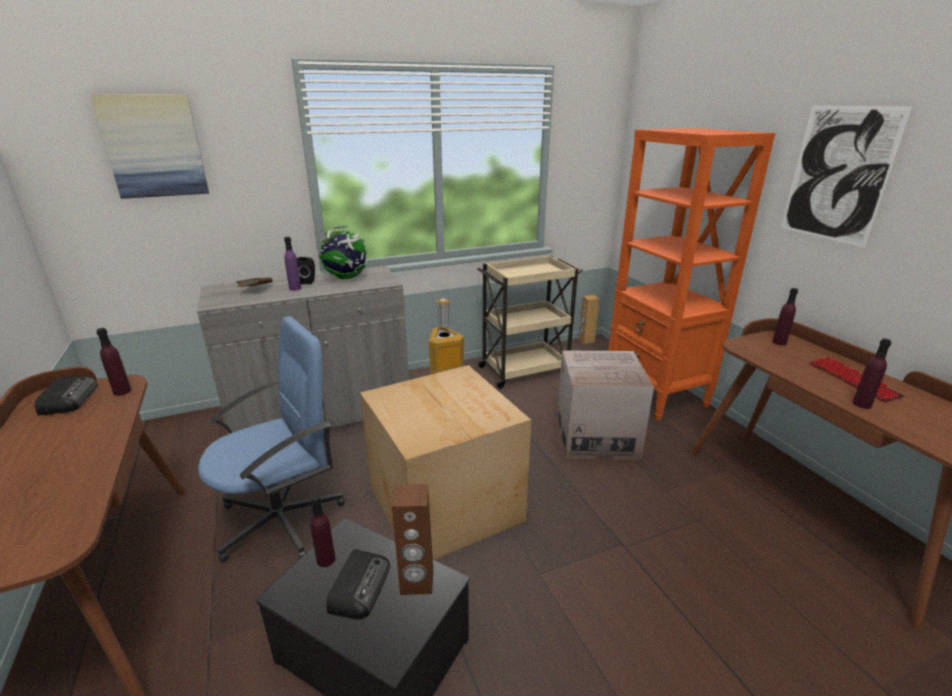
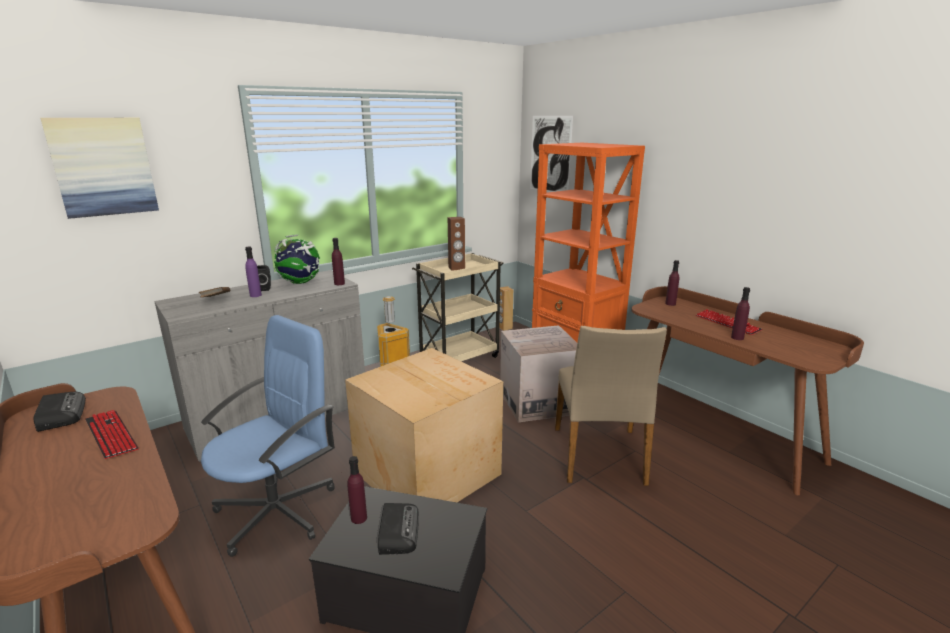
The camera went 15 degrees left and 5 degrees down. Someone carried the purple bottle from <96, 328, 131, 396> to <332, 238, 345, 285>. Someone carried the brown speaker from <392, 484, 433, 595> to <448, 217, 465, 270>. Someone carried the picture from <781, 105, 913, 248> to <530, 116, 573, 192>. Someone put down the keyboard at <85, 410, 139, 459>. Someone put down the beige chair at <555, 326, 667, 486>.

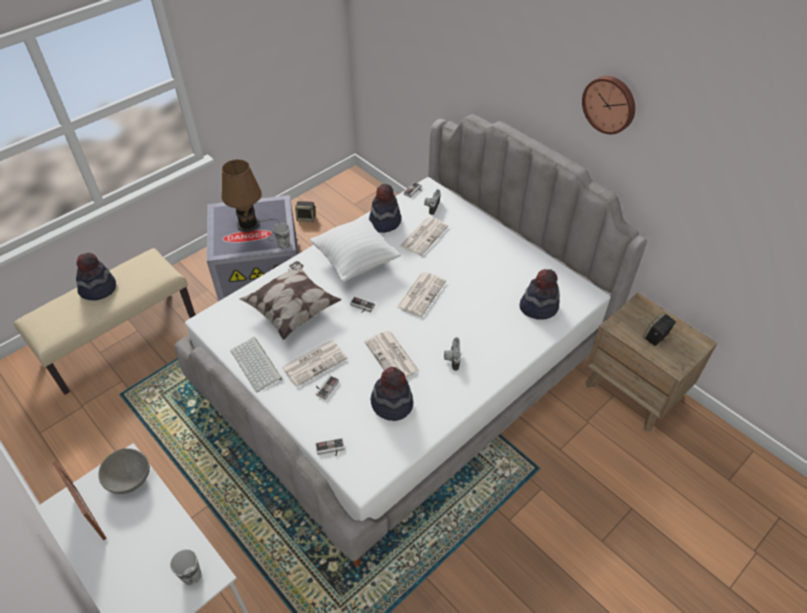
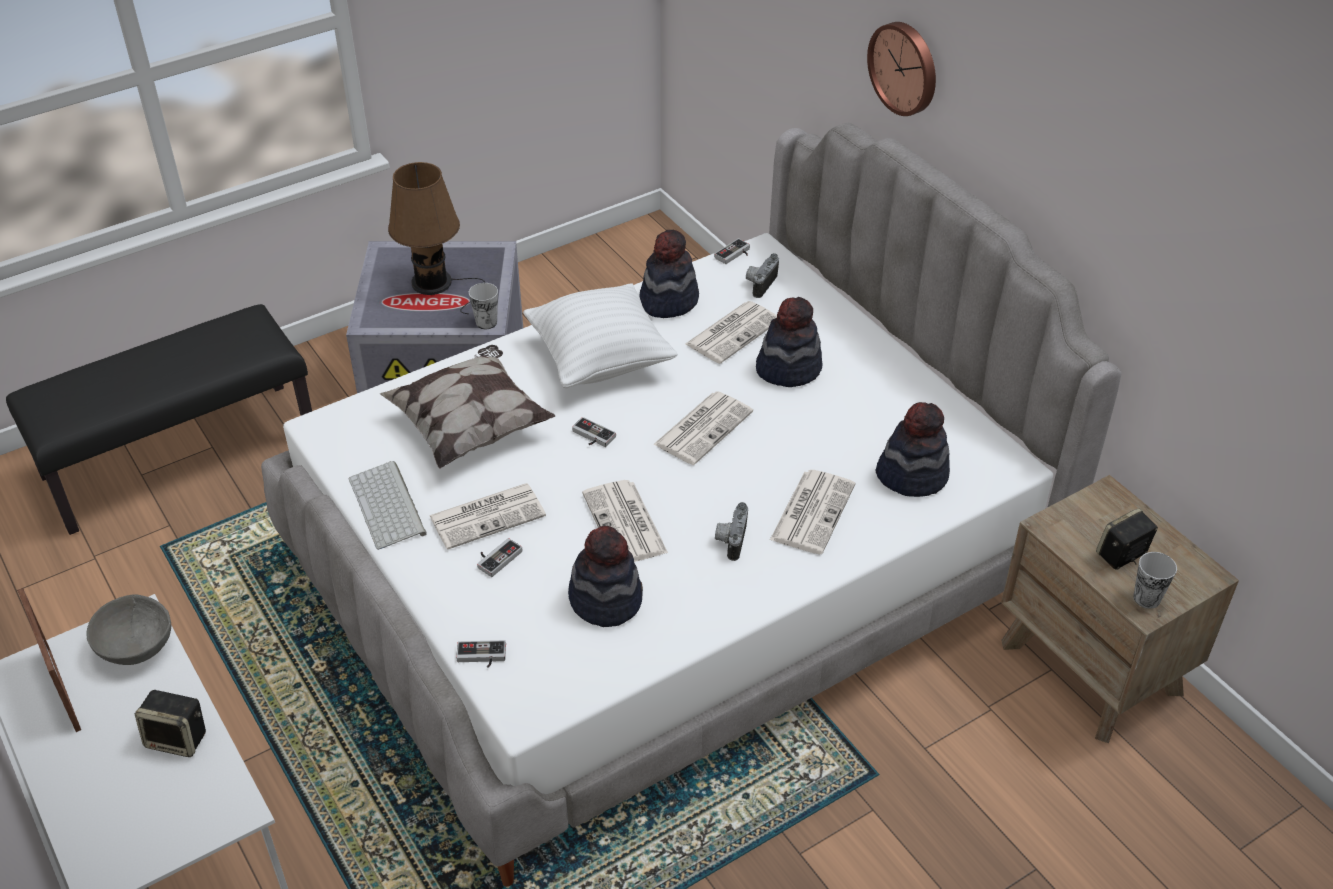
The camera went 10 degrees right and 5 degrees down. Someone repainted the beige bench at <14, 248, 195, 395>, which became the black bench at <6, 304, 312, 535>. Someone carried the hat from <76, 253, 116, 300> to <756, 297, 822, 387>. Someone carried the cup from <170, 549, 201, 585> to <1134, 552, 1177, 609>. Someone carried the speaker from <295, 201, 316, 222> to <135, 690, 206, 757>. Someone carried the wall clock from <582, 76, 635, 134> to <867, 22, 936, 116>. Someone put down the newspaper at <770, 470, 855, 554>.

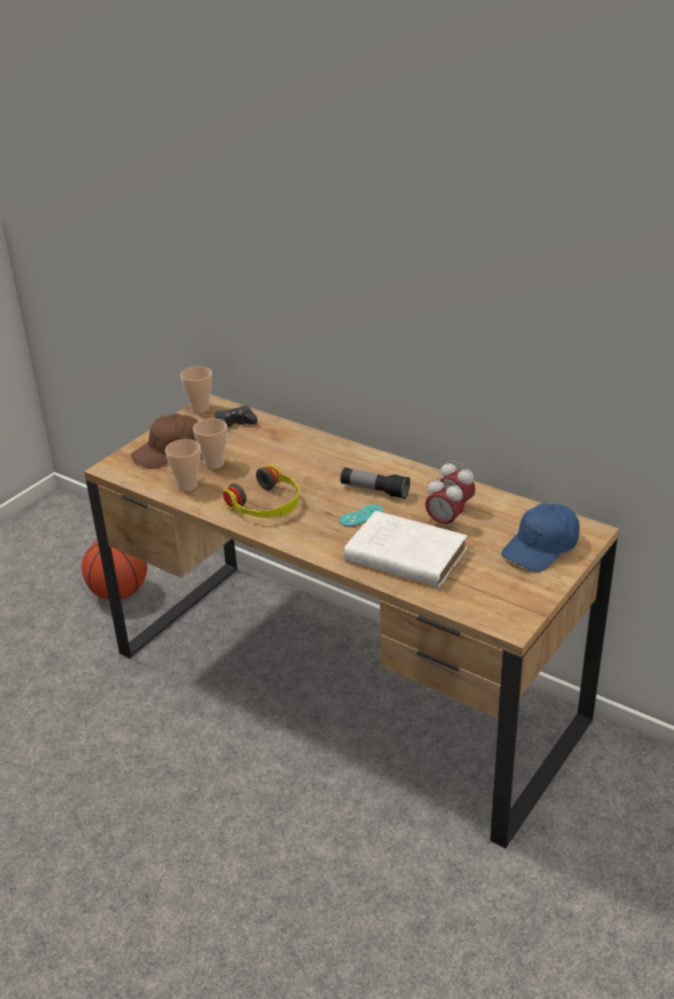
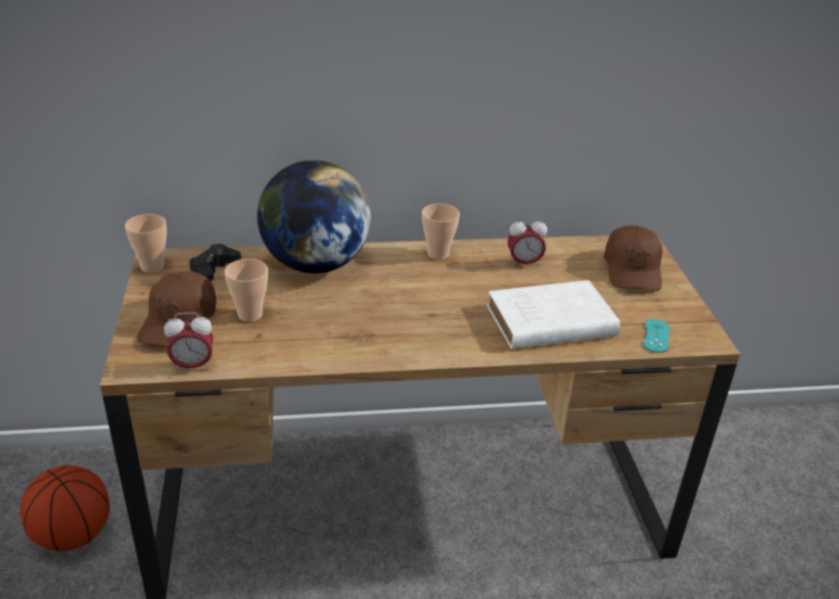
The camera went 45 degrees left and 0 degrees up. Someone carried the cup from <165, 439, 201, 491> to <422, 204, 460, 260>. Someone took away the headphones at <223, 465, 300, 518>. Someone took away the flashlight at <340, 467, 410, 499>. Someone carried the turquoise game controller from <340, 504, 384, 527> to <643, 319, 669, 353>. Someone carried the alarm clock from <425, 477, 464, 530> to <164, 312, 213, 372>. Someone repainted the blue cap at <501, 503, 580, 572>, which became the brown cap at <604, 225, 663, 291>. Someone put down the globe at <257, 160, 371, 273>.

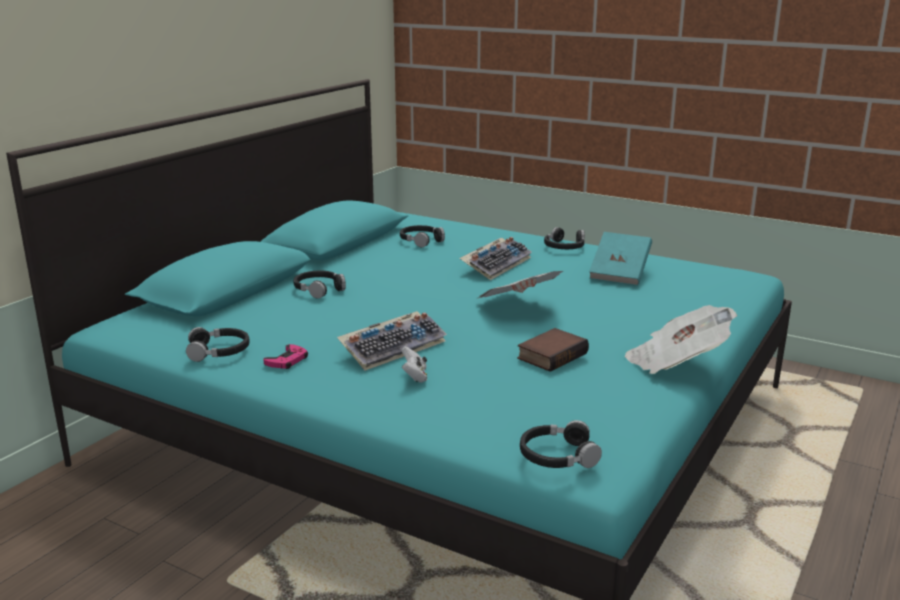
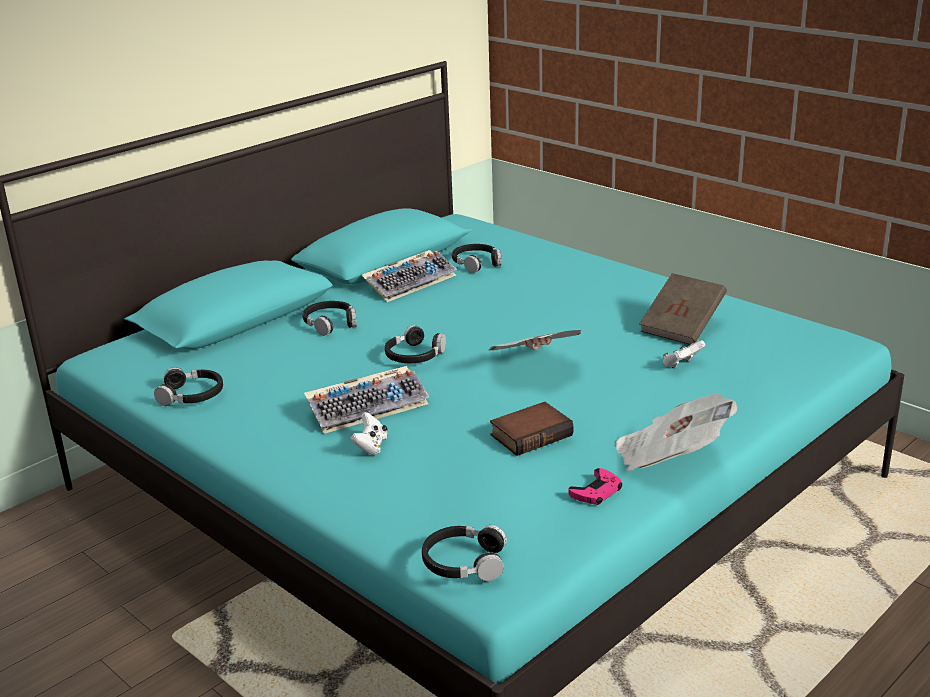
The camera went 15 degrees right and 5 degrees up. Someone carried the pink game controller from <263, 344, 308, 369> to <569, 468, 622, 505>. Someone carried the keyboard from <459, 237, 532, 280> to <362, 250, 457, 302>. Someone carried the black headphones from <544, 227, 585, 249> to <385, 325, 446, 363>. Someone repainted the turquoise book at <589, 232, 652, 286>, which became the brown book at <639, 273, 727, 345>. Someone put down the white game controller at <663, 340, 705, 368>.

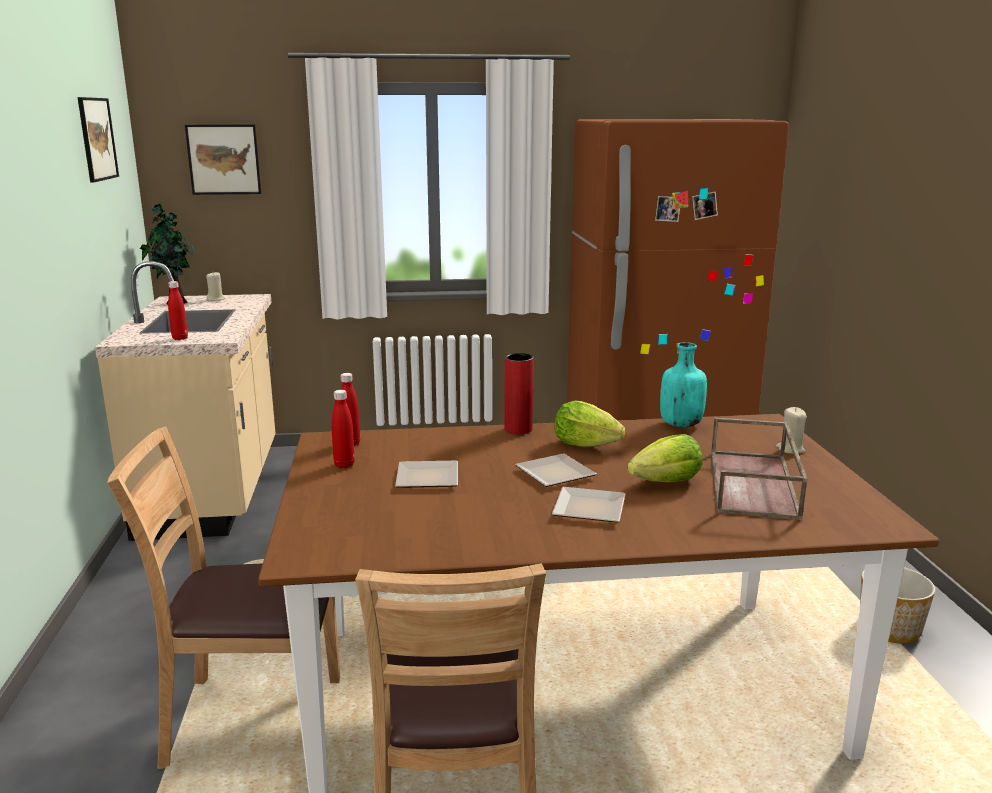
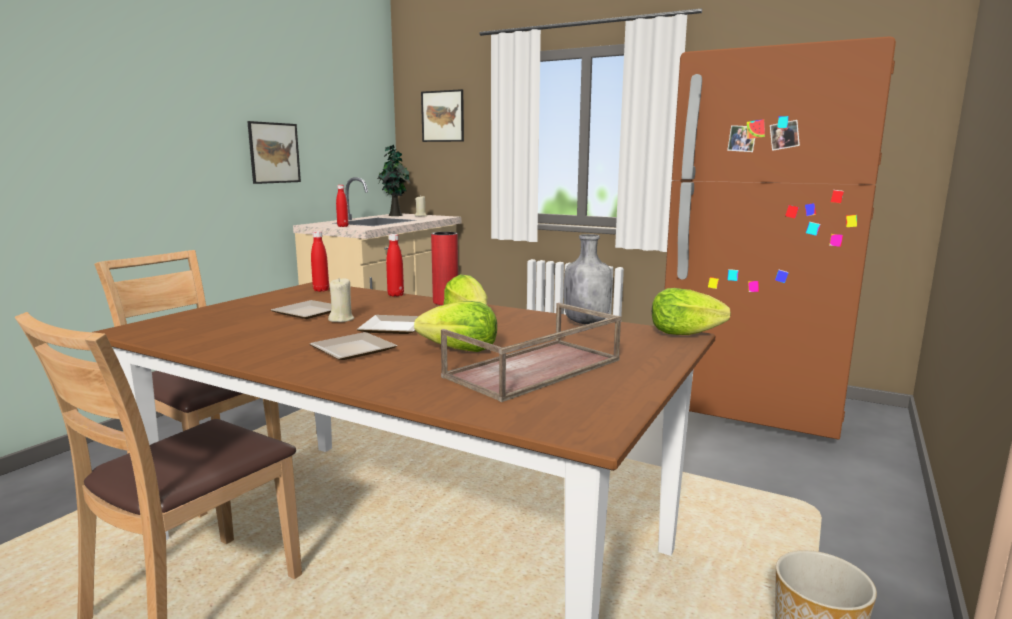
The camera went 35 degrees right and 5 degrees down. Someone carried the picture from <77, 97, 119, 183> to <247, 121, 301, 184>. Someone carried the red bottle from <331, 390, 355, 468> to <386, 234, 404, 297>. Someone repainted the turquoise bottle at <660, 342, 707, 427>, which became the grey bottle at <564, 234, 612, 324>. Someone carried the beige candle from <776, 407, 807, 454> to <328, 277, 354, 322>. Someone put down the lettuce at <652, 288, 731, 335>.

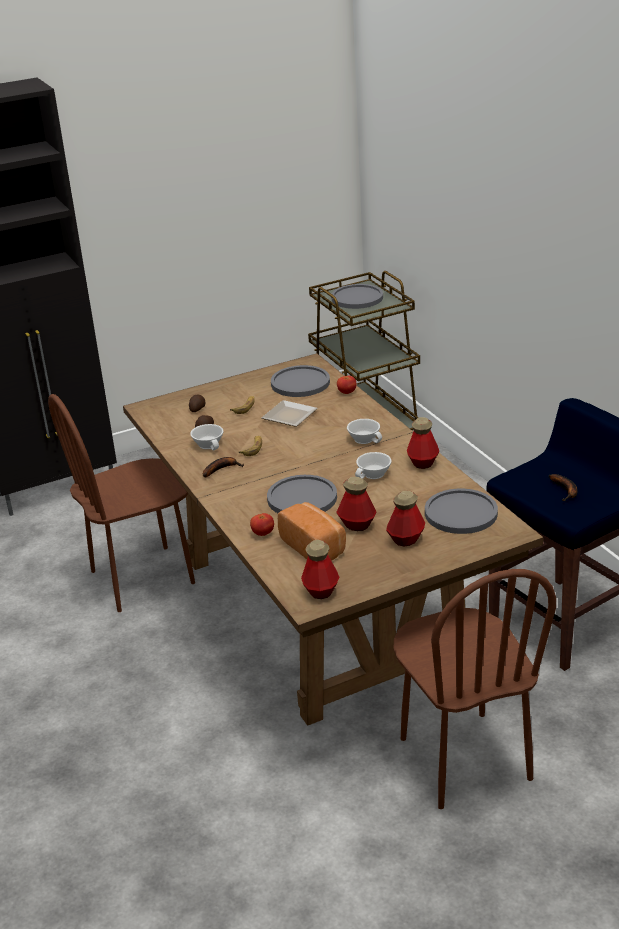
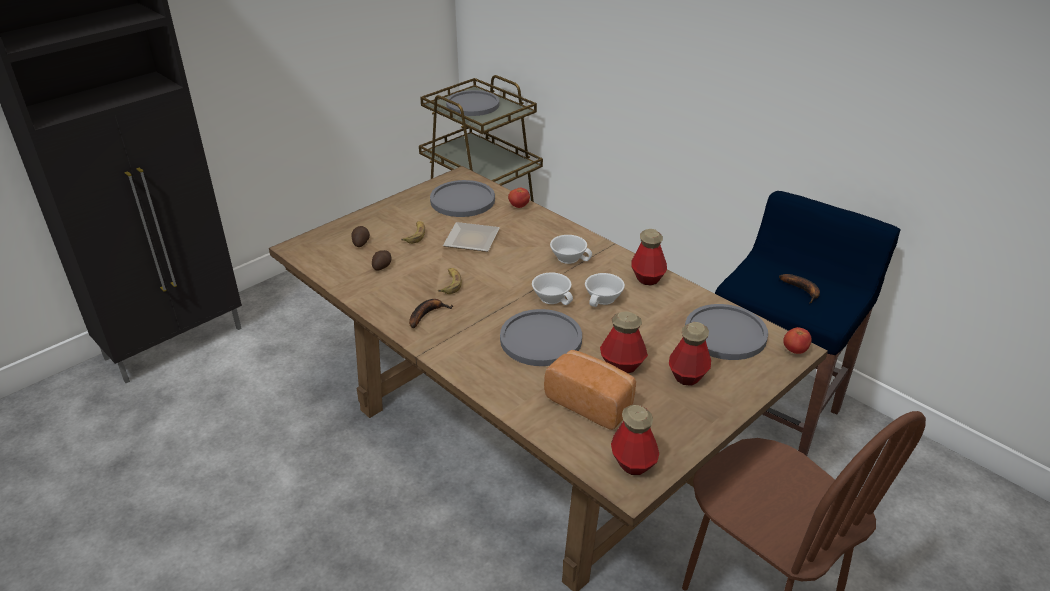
The camera went 20 degrees left and 5 degrees up. Someone took away the brown chair at <48, 394, 195, 612>. Someone carried the white cup from <190, 424, 223, 450> to <532, 272, 573, 305>. Someone carried the tomato from <250, 513, 274, 536> to <783, 327, 812, 354>.

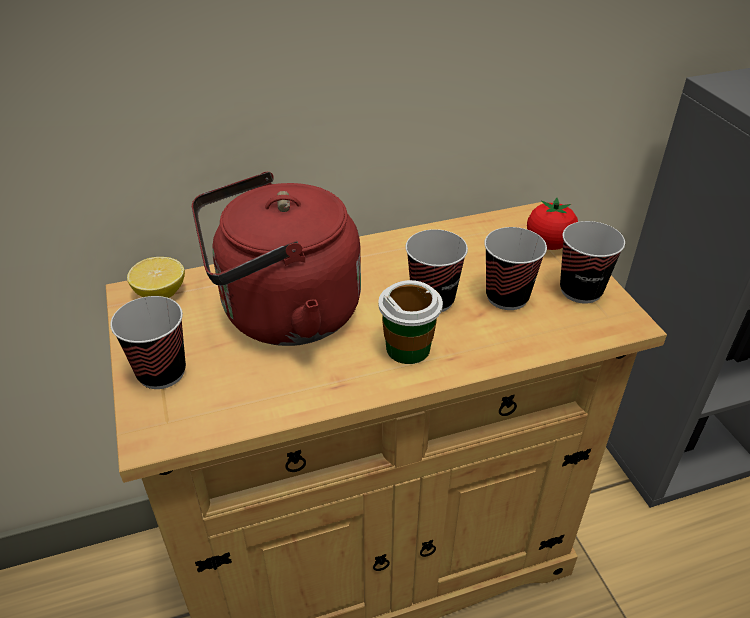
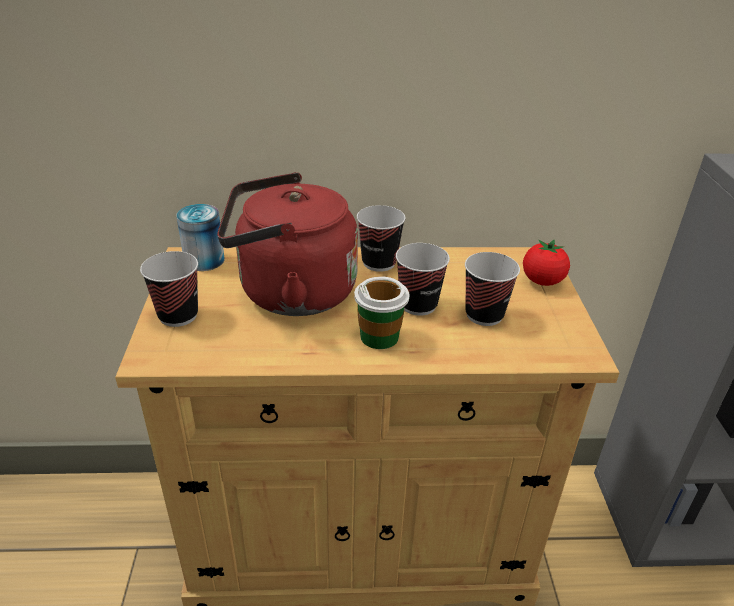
The camera went 15 degrees right and 5 degrees down. Someone swapped the lemon at <127, 257, 185, 298> for the can at <176, 204, 225, 271>. Someone carried the cup from <560, 221, 625, 304> to <357, 205, 406, 272>.

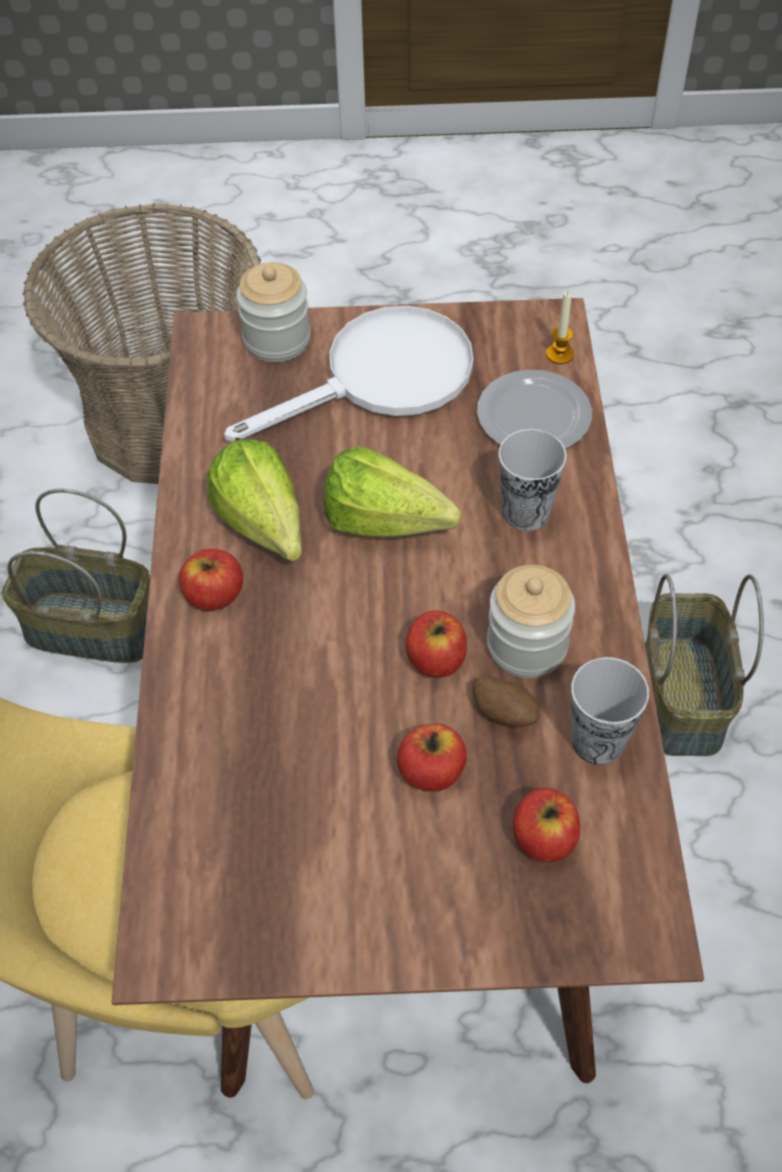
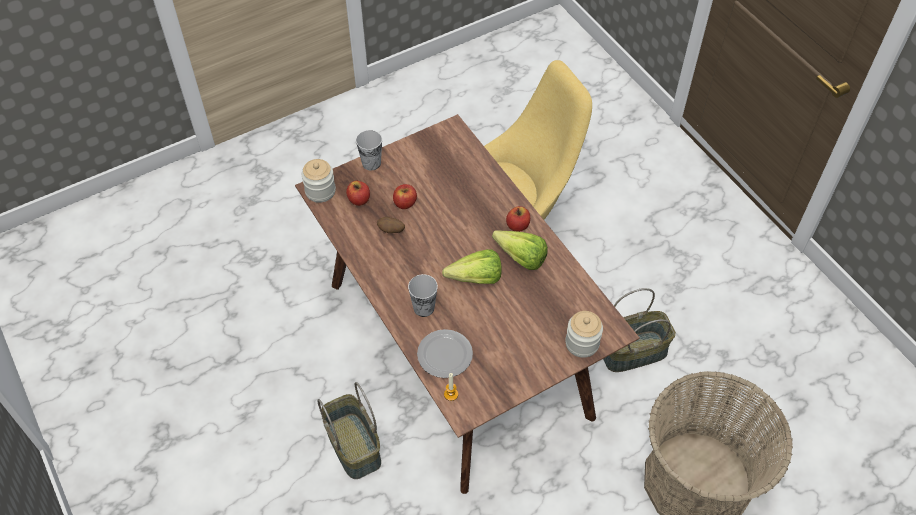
The camera went 150 degrees right and 0 degrees up. Someone took away the white frying pan at <224, 306, 473, 441>. Someone took away the apple at <406, 610, 467, 678>. Someone carried the jar from <487, 565, 575, 678> to <302, 159, 336, 203>. Someone carried the cup from <571, 657, 649, 765> to <356, 130, 382, 170>.

